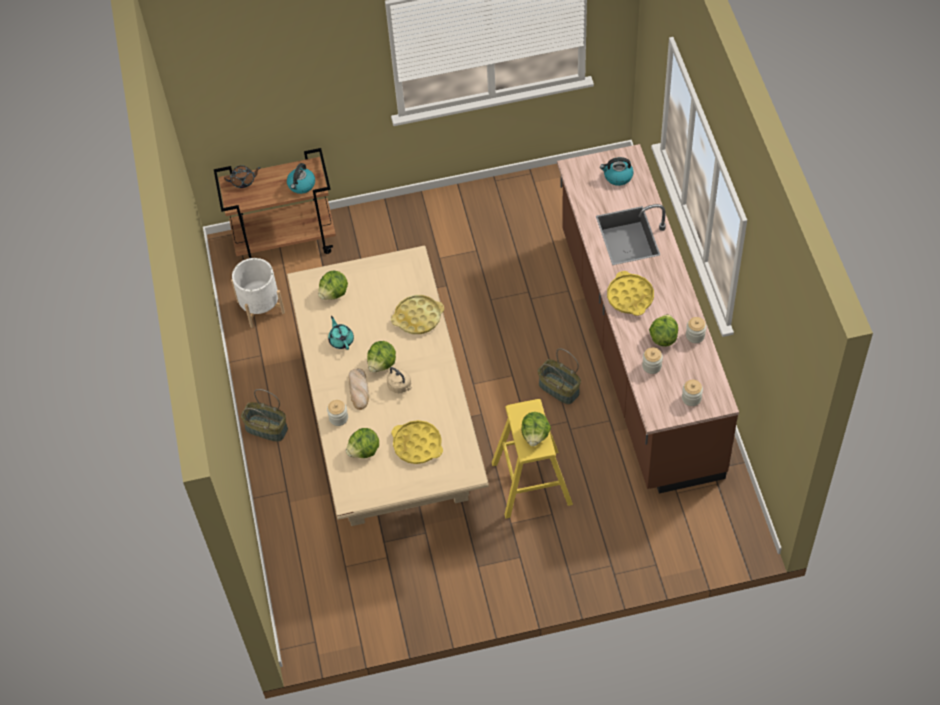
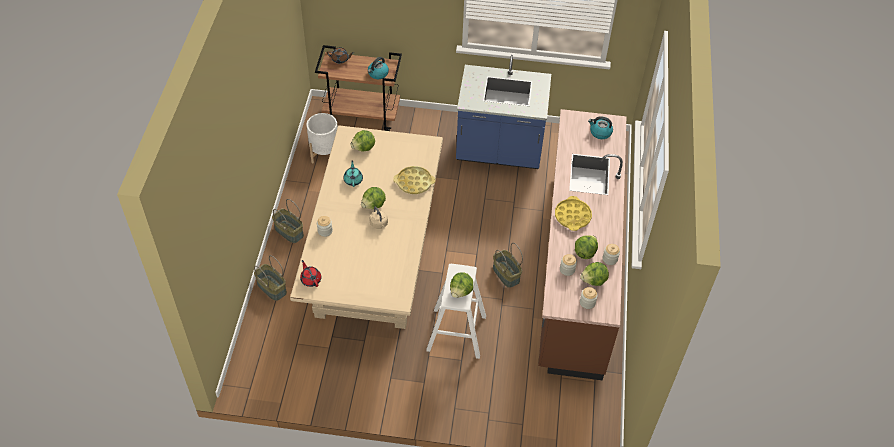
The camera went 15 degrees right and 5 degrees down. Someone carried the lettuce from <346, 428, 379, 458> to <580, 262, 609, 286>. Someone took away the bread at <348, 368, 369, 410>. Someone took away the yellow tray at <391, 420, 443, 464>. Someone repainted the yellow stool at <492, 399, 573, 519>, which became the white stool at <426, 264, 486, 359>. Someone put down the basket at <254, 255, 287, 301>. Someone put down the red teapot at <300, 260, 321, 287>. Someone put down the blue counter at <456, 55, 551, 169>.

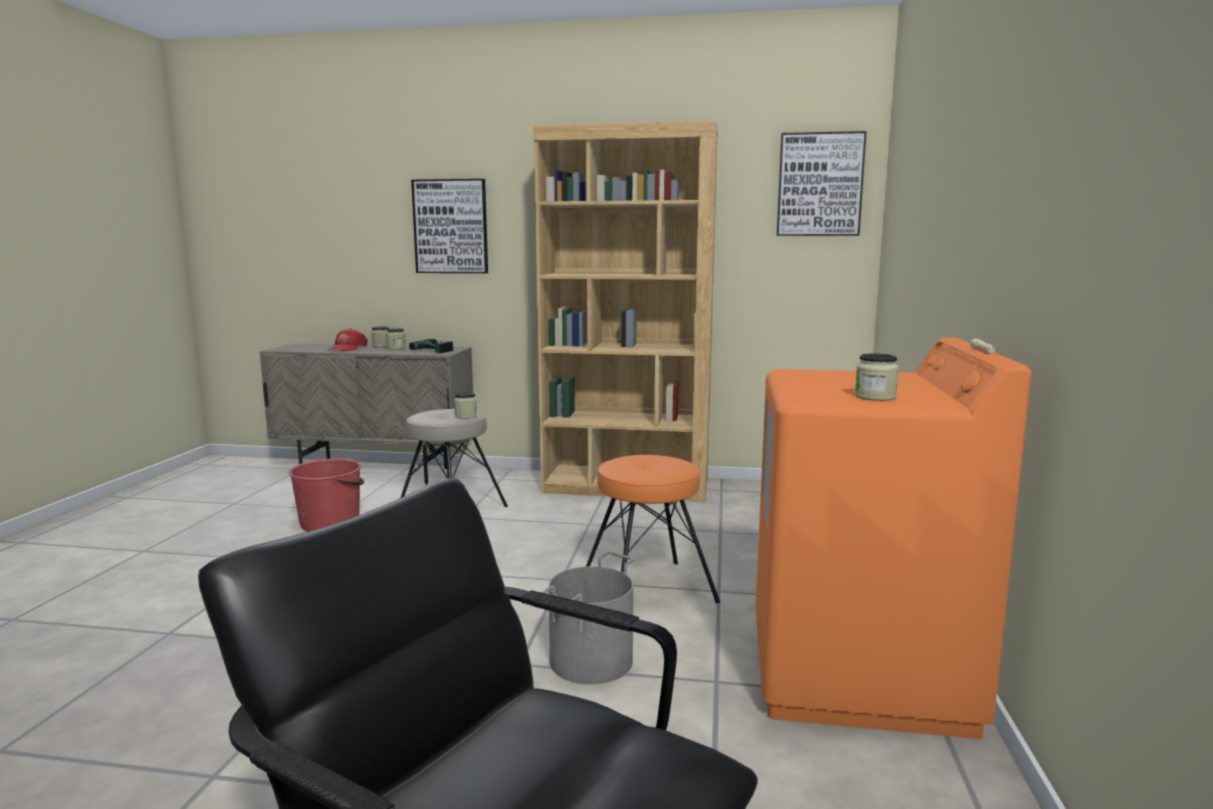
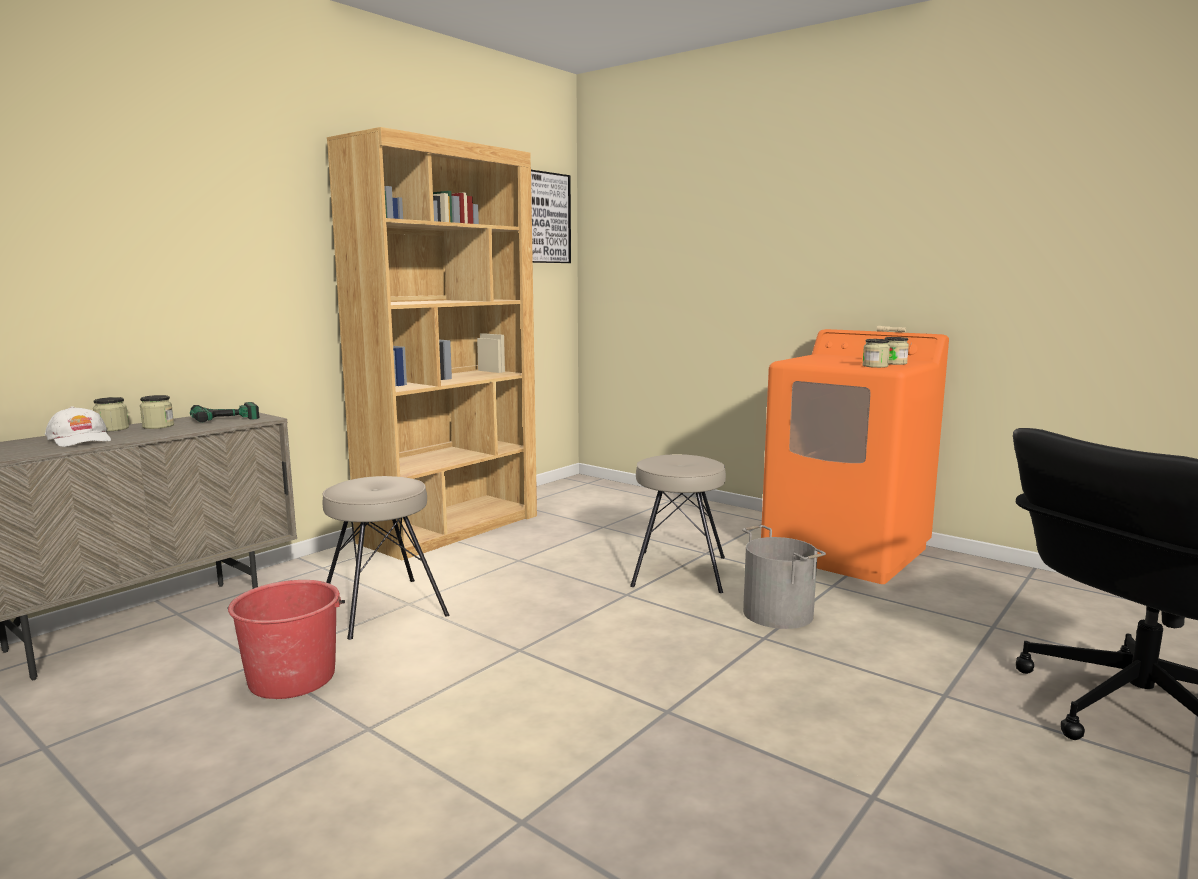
The camera went 60 degrees left and 0 degrees up. Someone repainted the red cap at <328, 328, 368, 351>, which became the white cap at <45, 406, 111, 447>. Someone took away the picture at <411, 179, 488, 273>. Someone carried the jar from <454, 392, 477, 419> to <862, 339, 890, 368>. Someone repainted the orange stool at <586, 455, 720, 603>, which became the beige stool at <630, 454, 726, 593>.

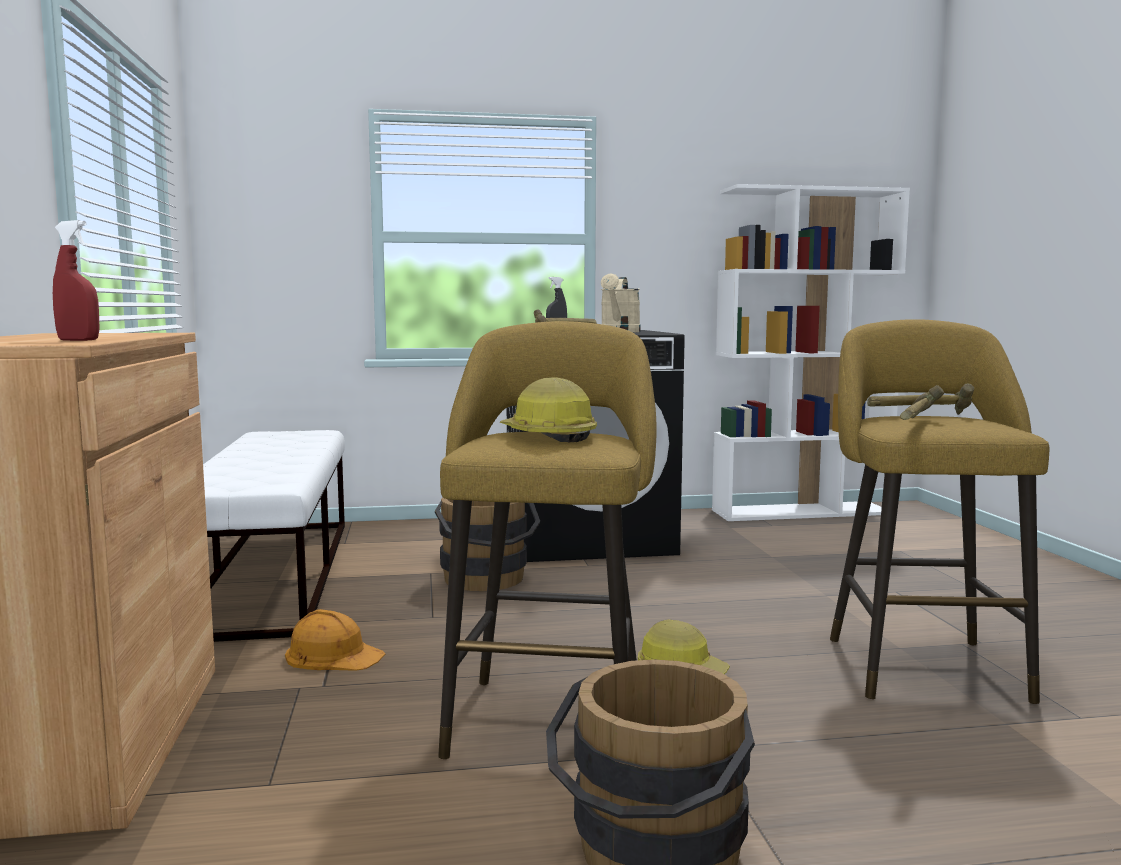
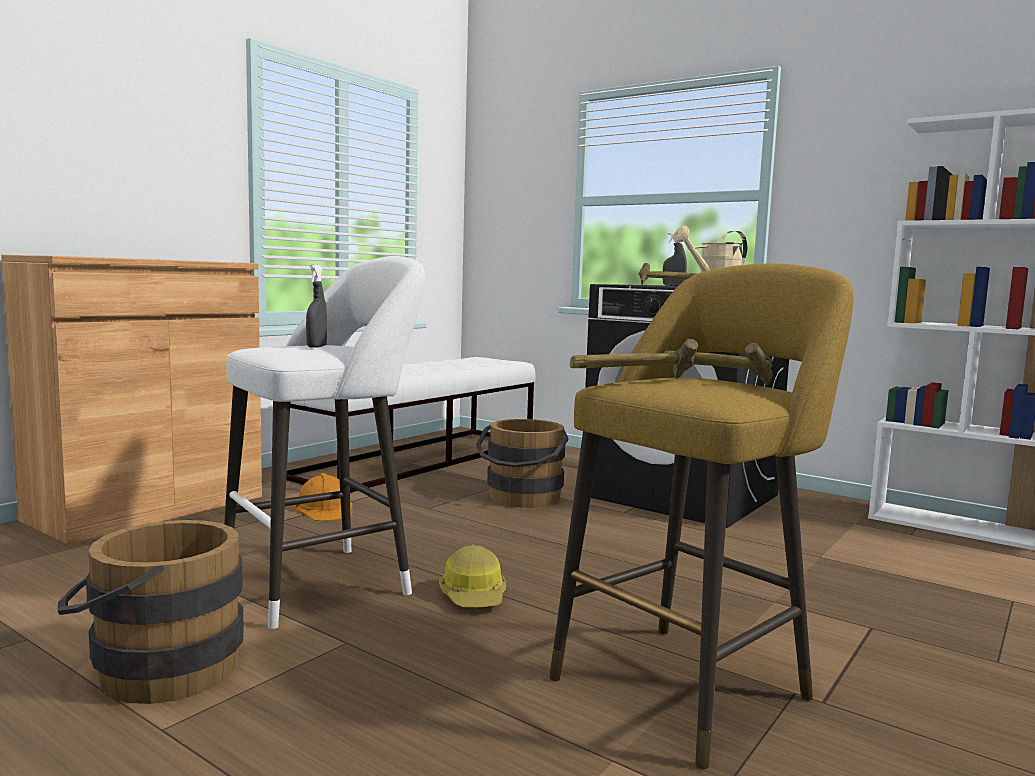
The camera went 45 degrees right and 0 degrees up. Someone took away the red spray bottle at <53, 220, 99, 341>. Someone repainted the yellow stool at <438, 321, 657, 759>, which became the white stool at <224, 256, 425, 629>. Someone swapped the hard hat at <500, 377, 597, 443> for the grey spray bottle at <306, 264, 327, 348>.

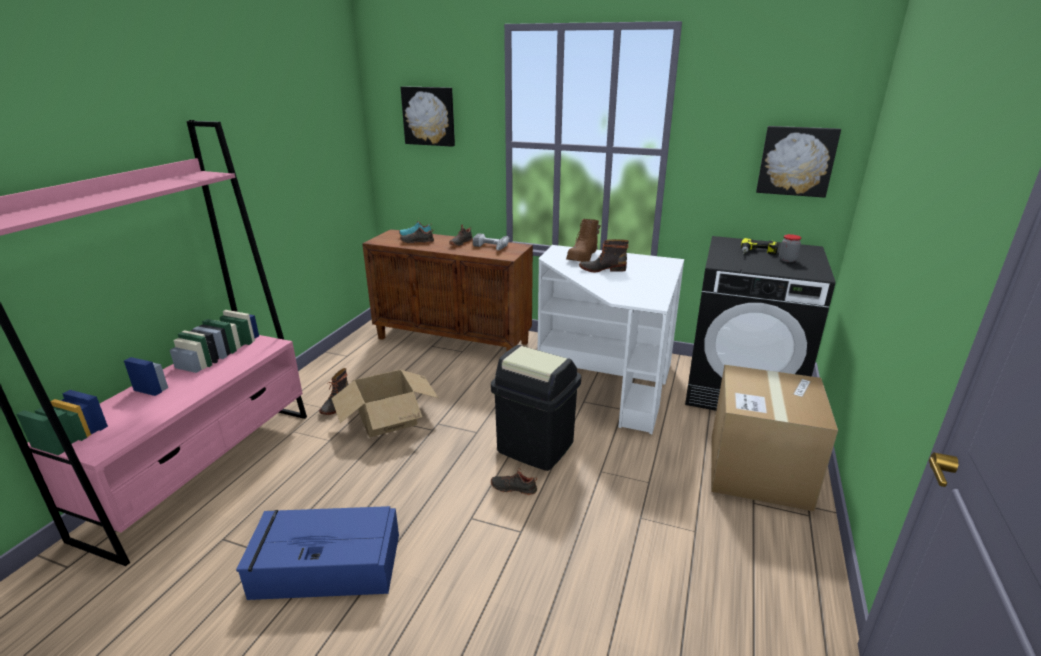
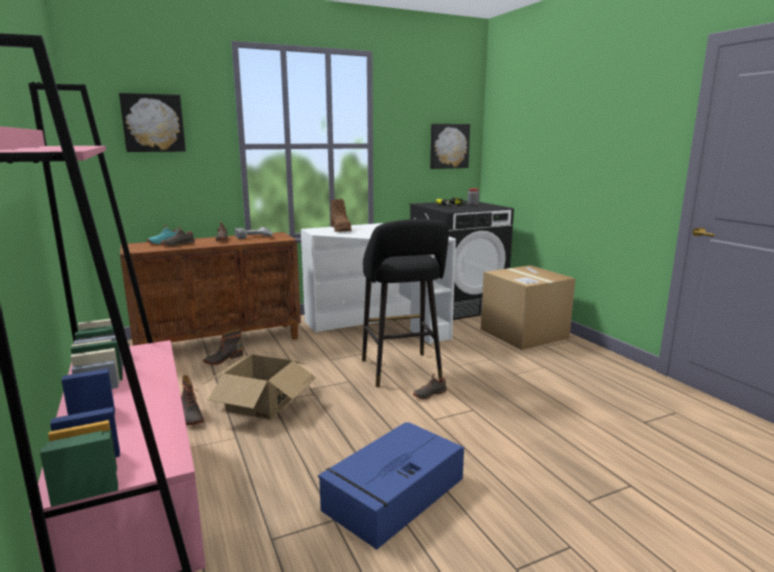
The camera went 45 degrees left and 10 degrees down. Someone swapped the black trash can at <491, 345, 581, 471> for the black stool at <362, 219, 449, 387>. Someone carried the boot from <579, 239, 629, 273> to <203, 329, 243, 365>.

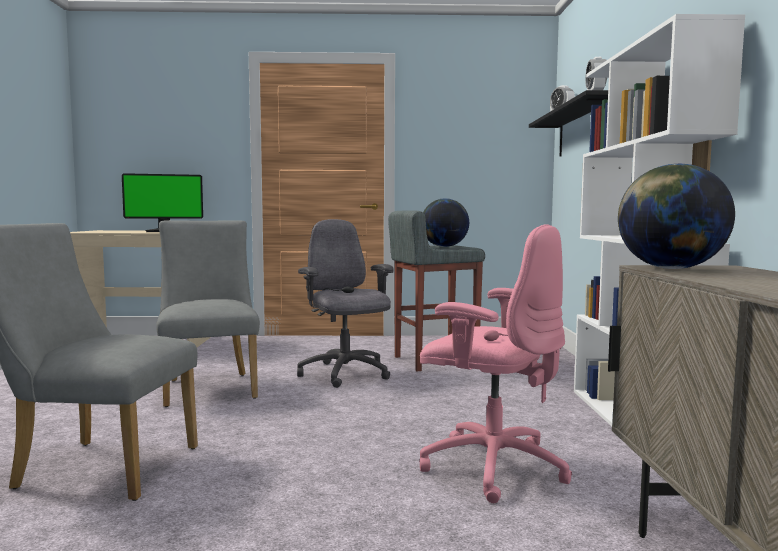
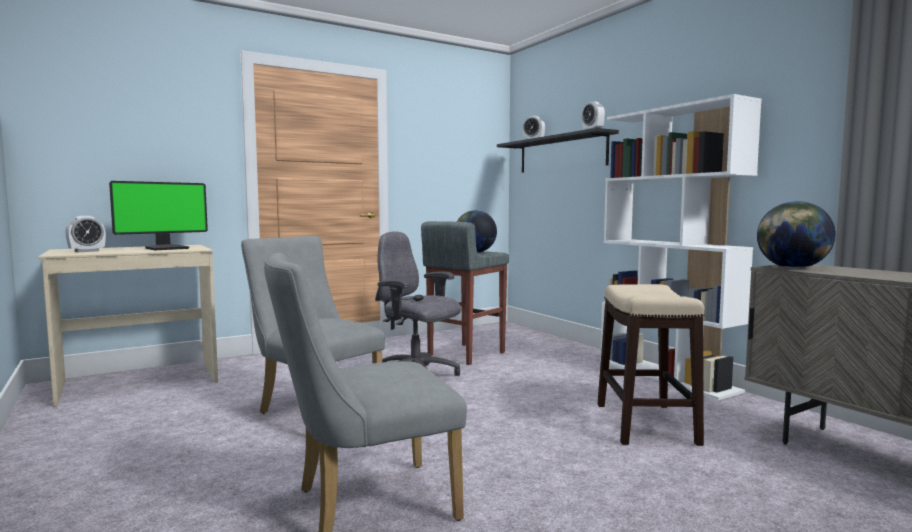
The camera went 30 degrees left and 0 degrees up. Someone swapped the pink office chair at <419, 224, 572, 503> for the stool at <598, 284, 705, 446>. Someone put down the alarm clock at <65, 216, 106, 252>.

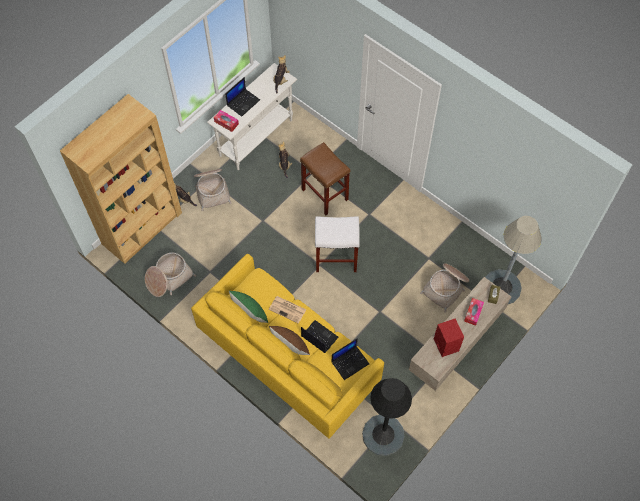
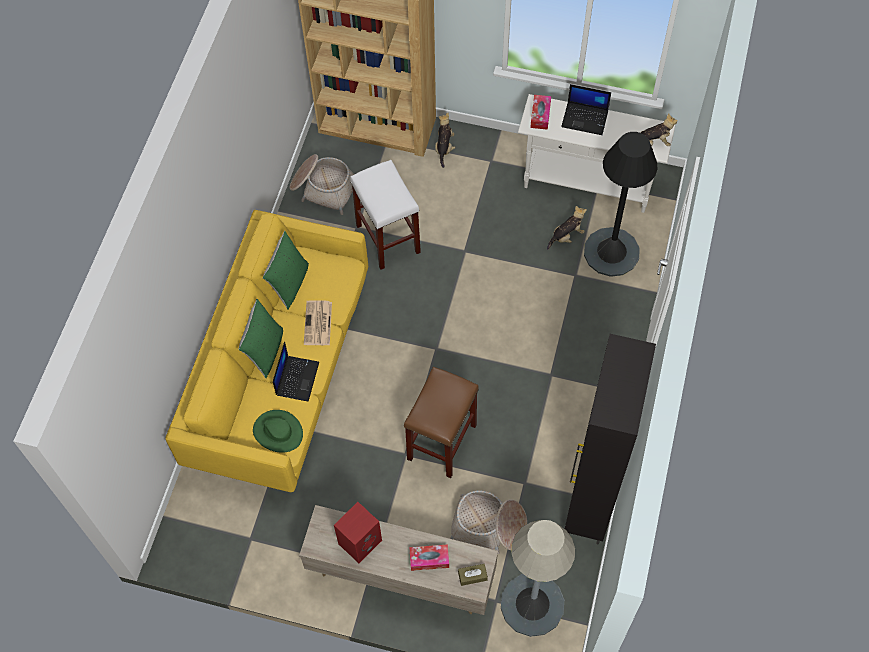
The camera went 65 degrees right and 0 degrees up. Someone took away the basket at <194, 169, 232, 211>. Someone repainted the brown pillow at <269, 326, 310, 355>, which became the green pillow at <239, 299, 283, 378>. Someone carried the brown stool from <300, 142, 350, 215> to <404, 367, 479, 478>. Someone carried the white stool from <315, 216, 360, 272> to <350, 160, 421, 270>. Someone swapped the laptop at <331, 338, 369, 380> for the green hat at <253, 410, 303, 453>. Someone carried the black floor lamp from <362, 378, 412, 456> to <584, 132, 657, 277>. Someone put down the black cabinet at <565, 334, 656, 545>.

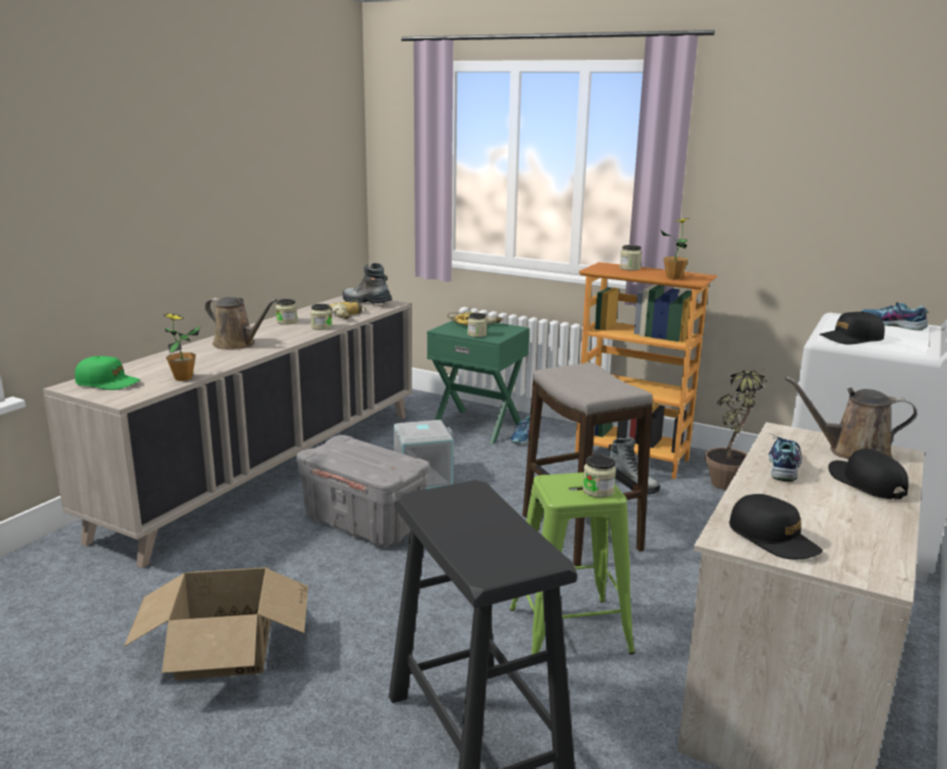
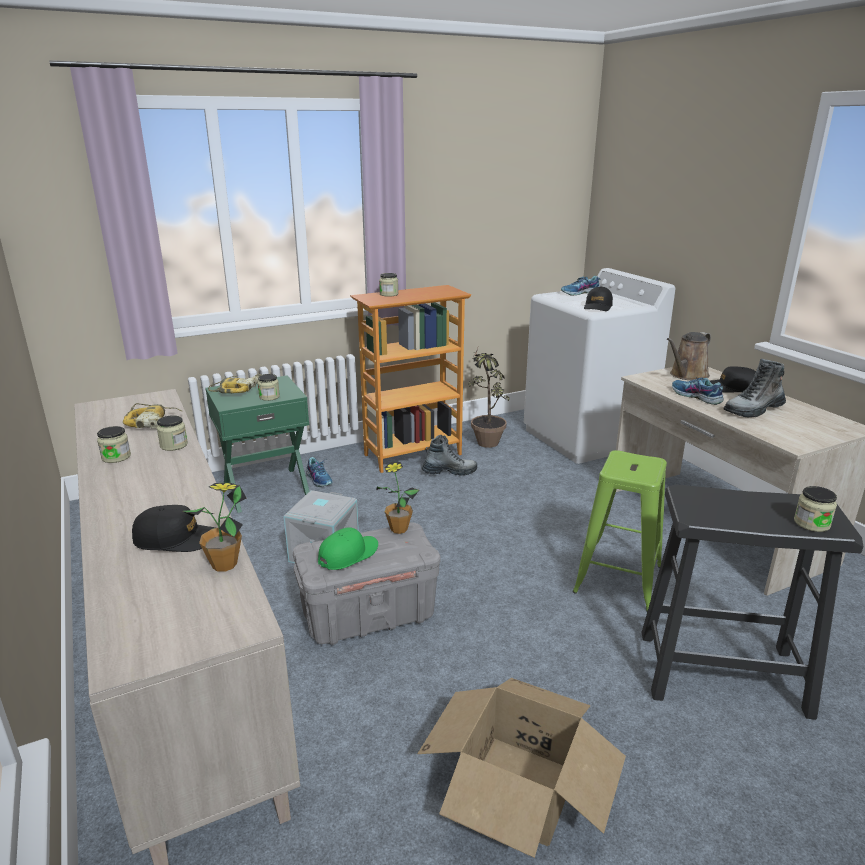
The camera went 55 degrees left and 5 degrees up. Someone carried the green cap from <75, 356, 141, 390> to <318, 527, 378, 570>. Someone took away the brown watering can at <205, 297, 277, 350>. Someone carried the boot from <342, 263, 392, 304> to <724, 359, 786, 417>. Someone took away the stool at <523, 363, 653, 566>. Someone carried the jar from <583, 455, 616, 498> to <794, 486, 837, 532>. Someone carried the potted plant from <661, 218, 690, 279> to <376, 462, 419, 534>. Someone carried the black cap from <729, 494, 823, 559> to <132, 505, 215, 552>.

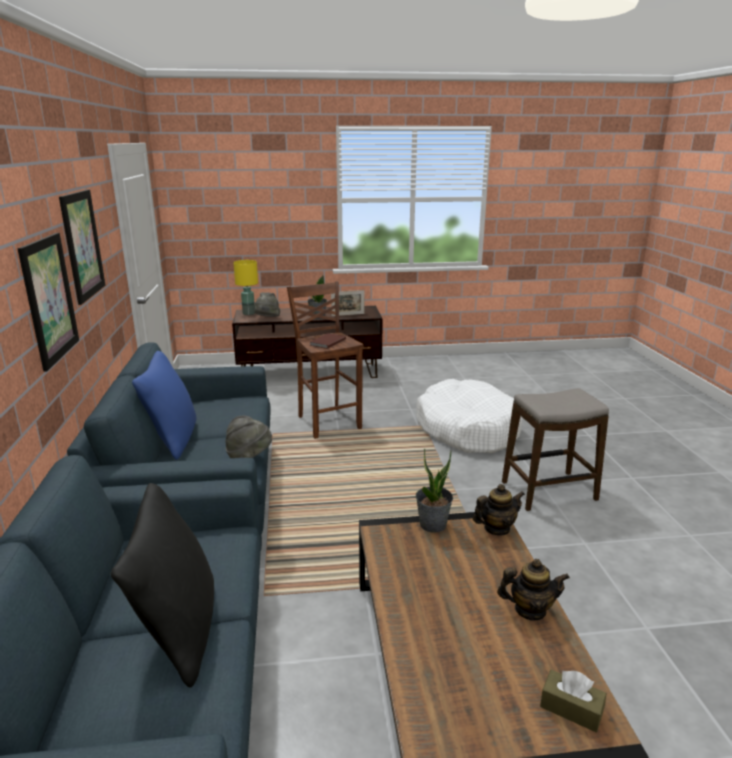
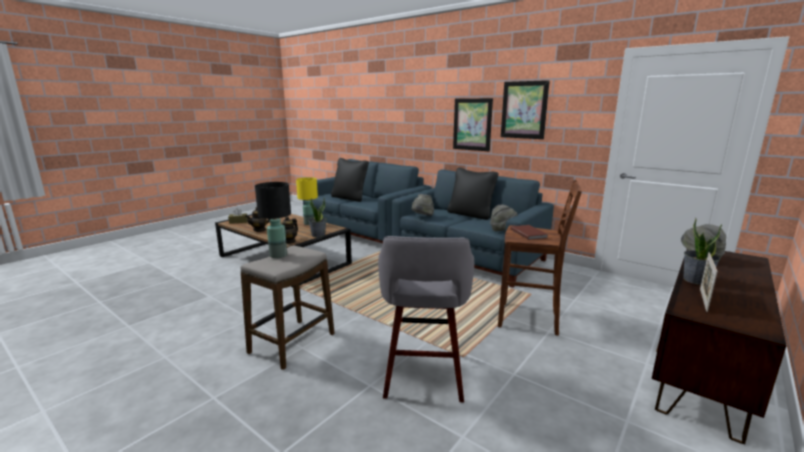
The camera went 135 degrees right and 5 degrees down. Someone repainted the blue pillow at <132, 351, 196, 460>, which became the black pillow at <447, 167, 499, 220>. Someone carried the yellow table lamp from <233, 260, 258, 315> to <296, 177, 318, 225>. Someone swapped the white dog bed at <416, 379, 523, 453> for the grey stool at <378, 236, 474, 402>. Someone put down the black table lamp at <255, 182, 291, 258>. Someone put down the grey hat at <490, 205, 517, 231>.

